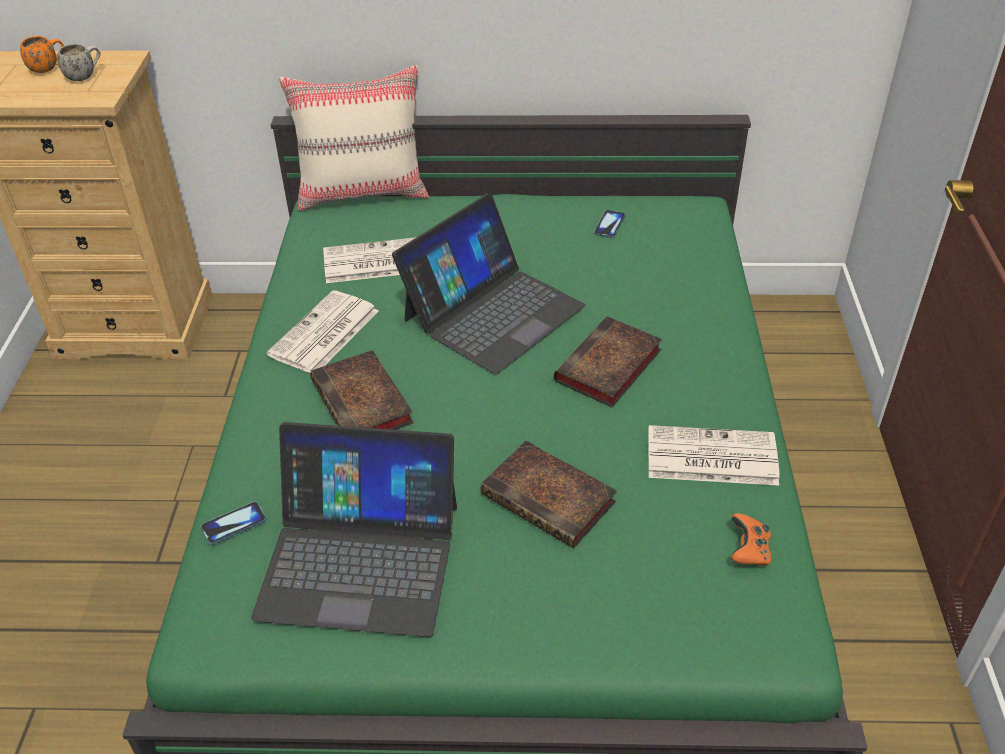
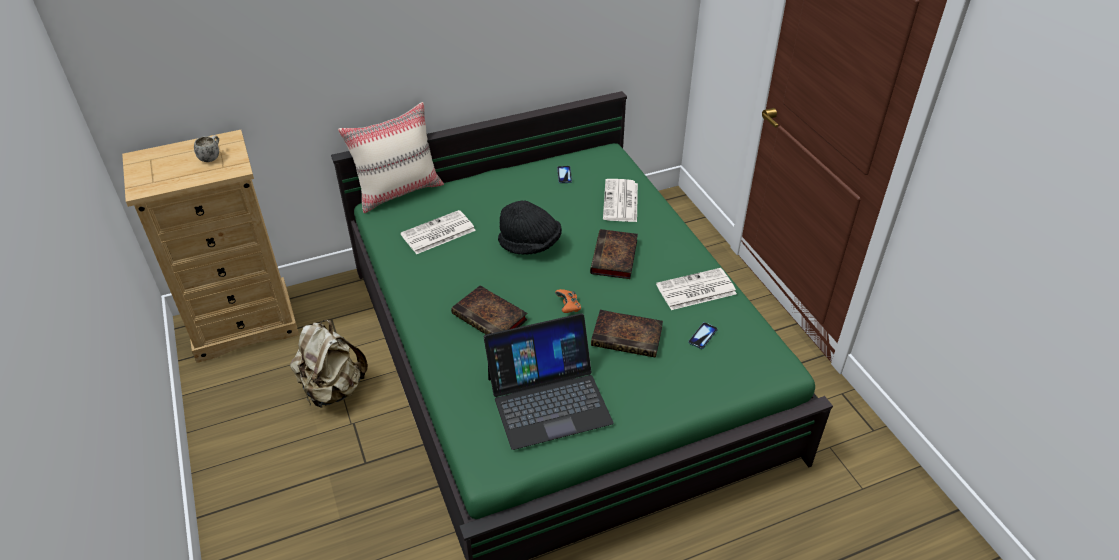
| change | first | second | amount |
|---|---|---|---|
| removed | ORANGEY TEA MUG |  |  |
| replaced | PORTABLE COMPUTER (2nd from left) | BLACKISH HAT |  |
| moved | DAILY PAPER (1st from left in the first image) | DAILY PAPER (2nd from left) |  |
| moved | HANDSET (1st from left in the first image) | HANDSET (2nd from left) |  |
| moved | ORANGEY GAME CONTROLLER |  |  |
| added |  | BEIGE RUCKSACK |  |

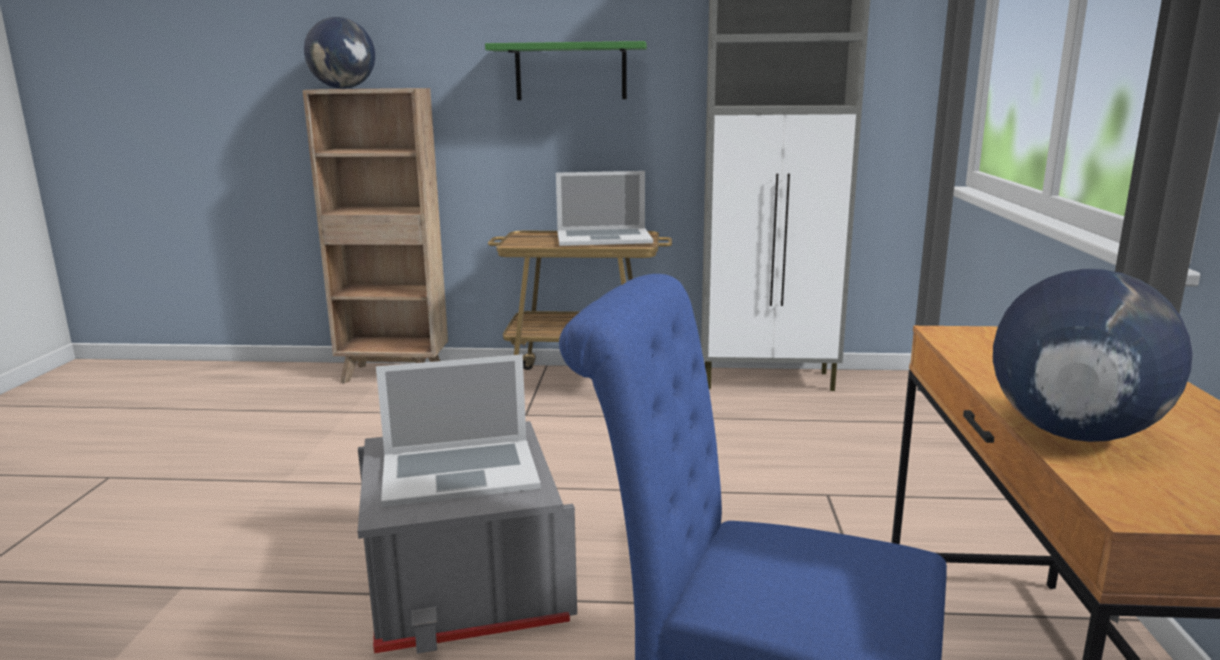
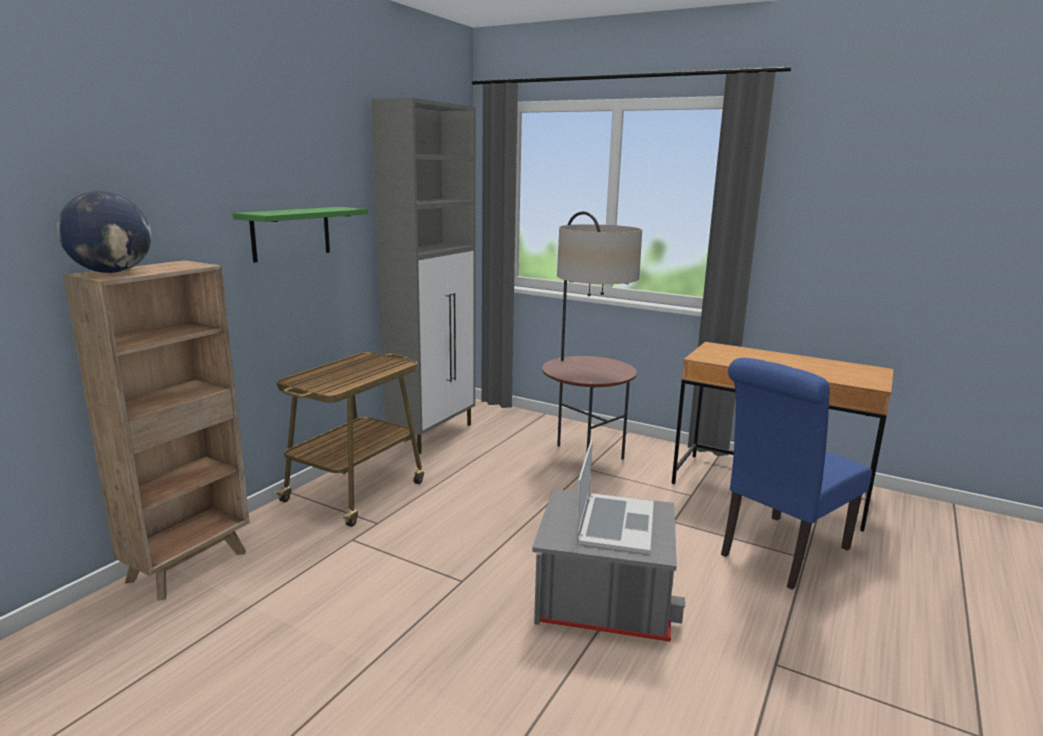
| change | first | second | amount |
|---|---|---|---|
| removed | PORTABLE COMPUTER (2nd from left) |  |  |
| removed | WORLD GLOBE (2nd from left) |  |  |
| added |  | STANDARD LAMP |  |

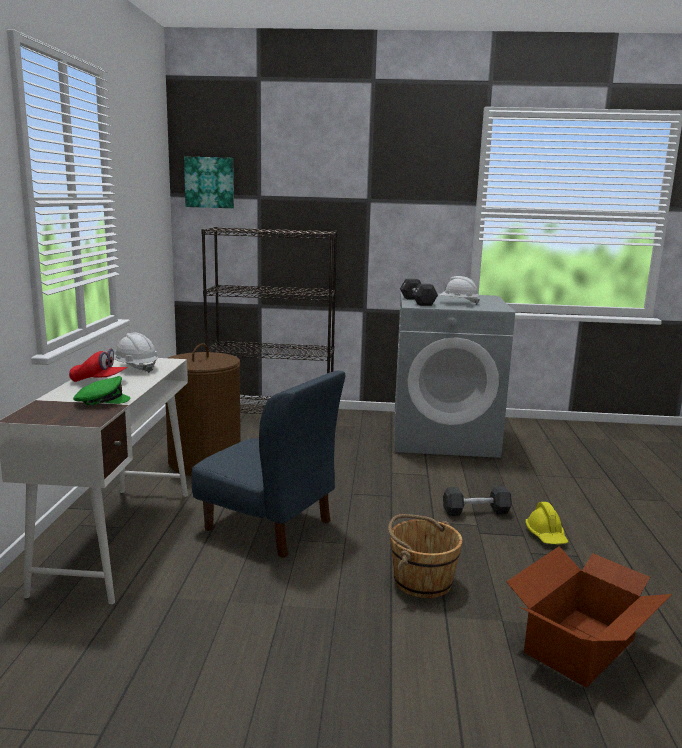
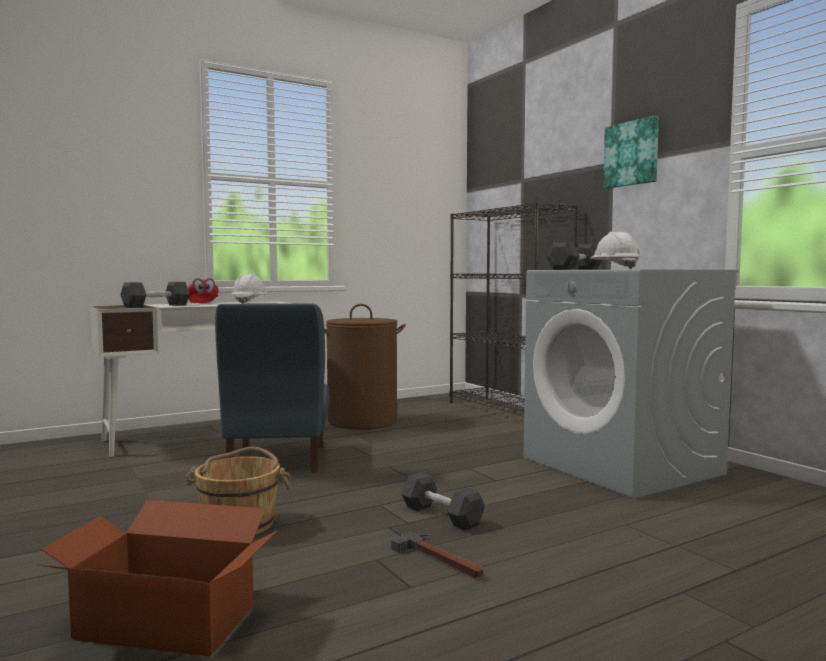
| change | first | second | amount |
|---|---|---|---|
| moved | WALL ART |  |  |
| replaced | GREEN-COLOURED PEAKED CAP | BLACKISH DUMBBELL (1st from left) |  |
| replaced | YELLOWISH SAFETY HELMET | TOOL HAMMER |  |

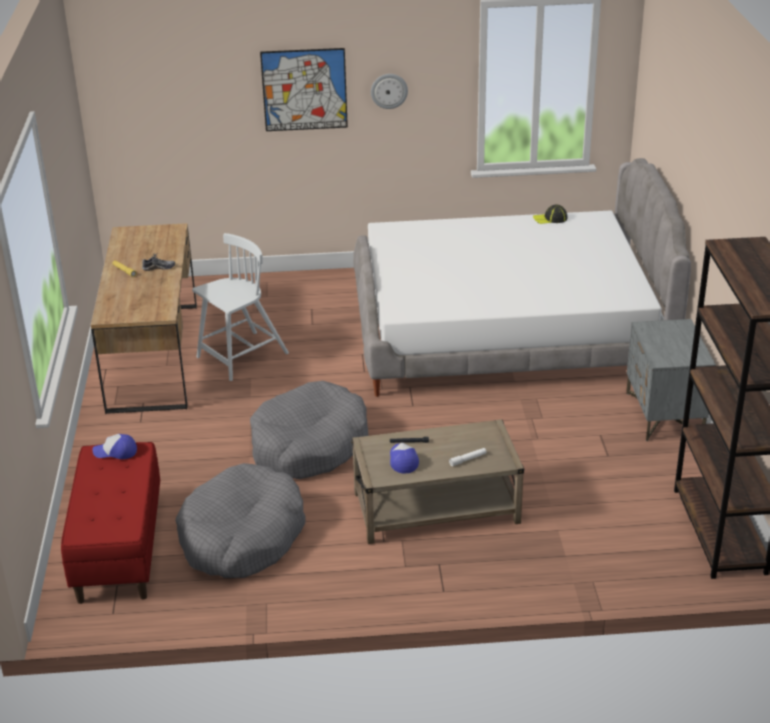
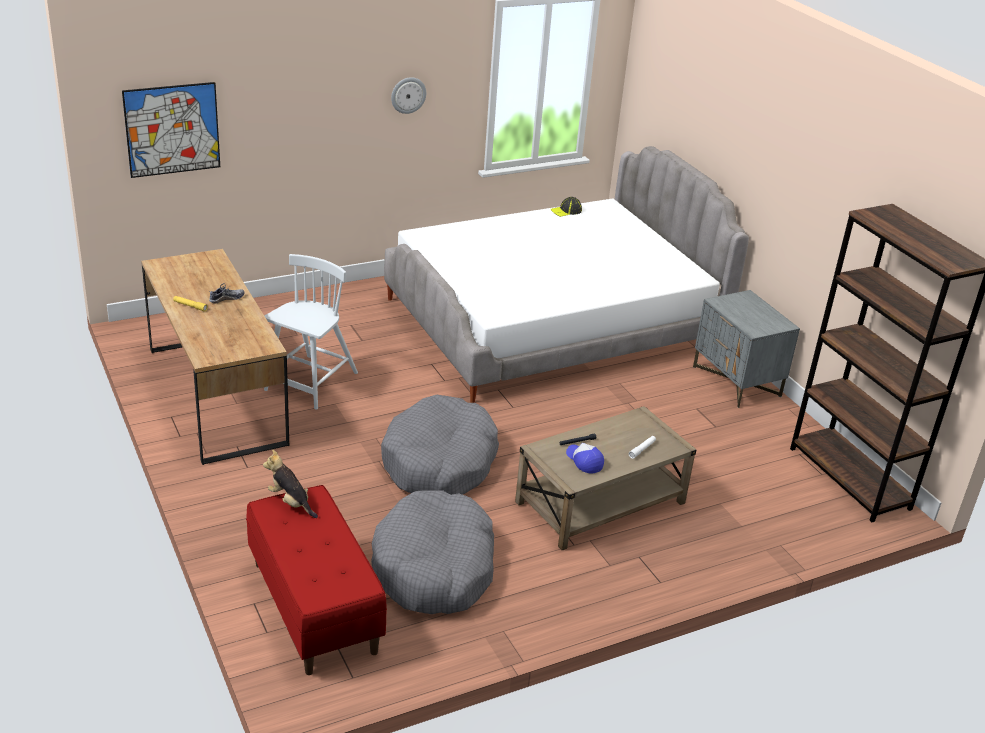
| change | first | second | amount |
|---|---|---|---|
| moved | WALL ART |  |  |
| replaced | PEAKED CAP (1st from left) | PLUSH TOY |  |

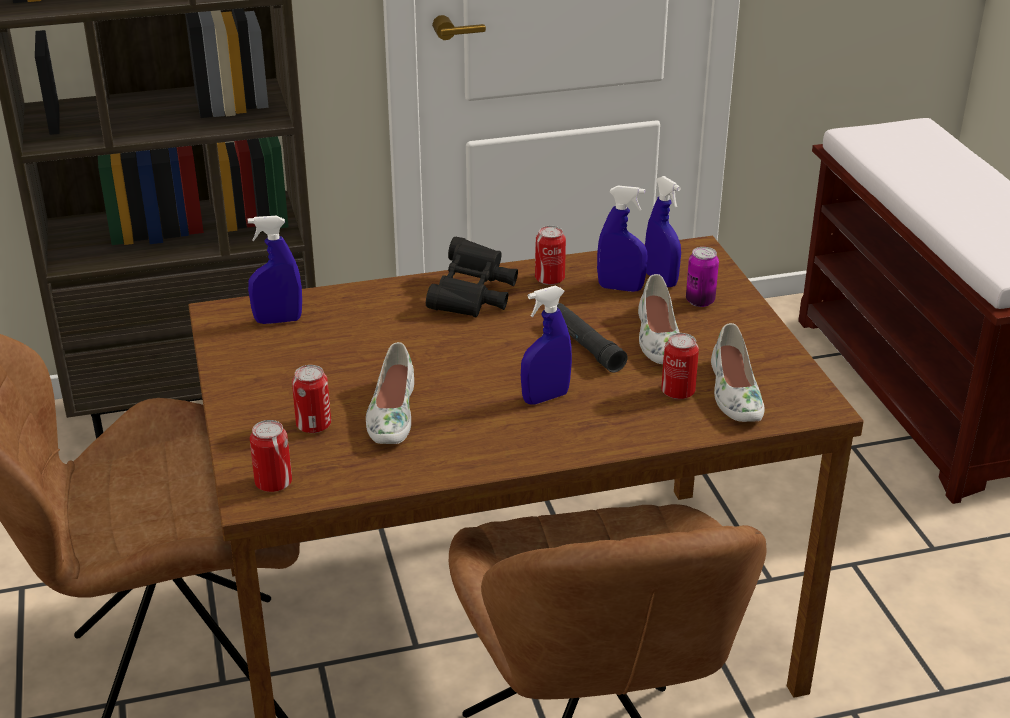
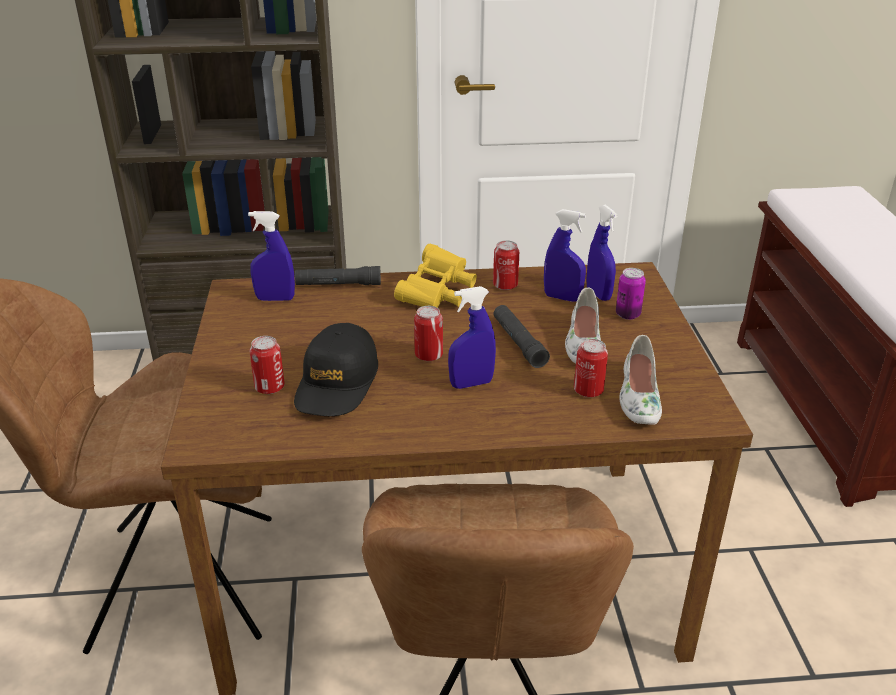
| change | first | second | amount |
|---|---|---|---|
| recoloured | BLACKISH BINOCULARS | YELLOWISH BINOCULARS |  |
| replaced | WHITE LOW SHOE (1st from left) | BLACKISH PEAKED CAP |  |
| moved | METAL CAN (1st from left in the first image) | METAL CAN (2nd from left) |  |
| added |  | BLACKISH HAND TORCH (1st from left) |  |

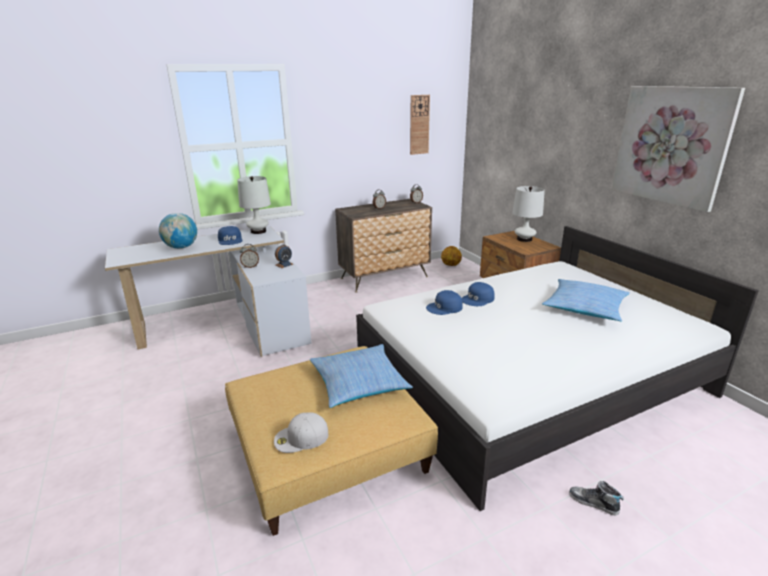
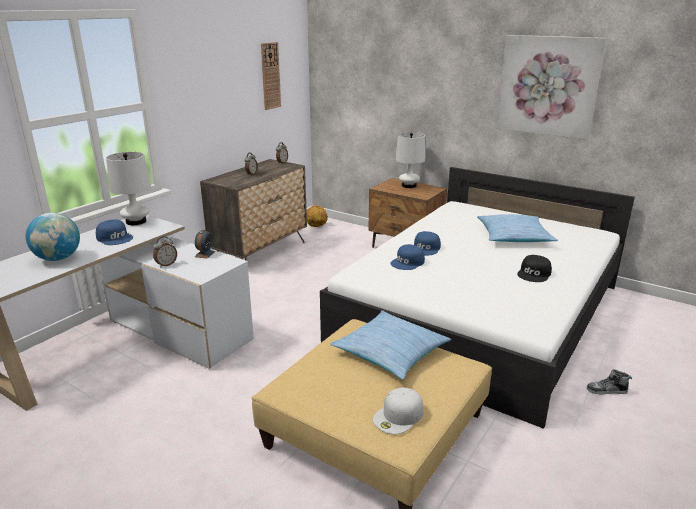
| change | first | second | amount |
|---|---|---|---|
| added |  | BLACKISH PEAKED CAP |  |

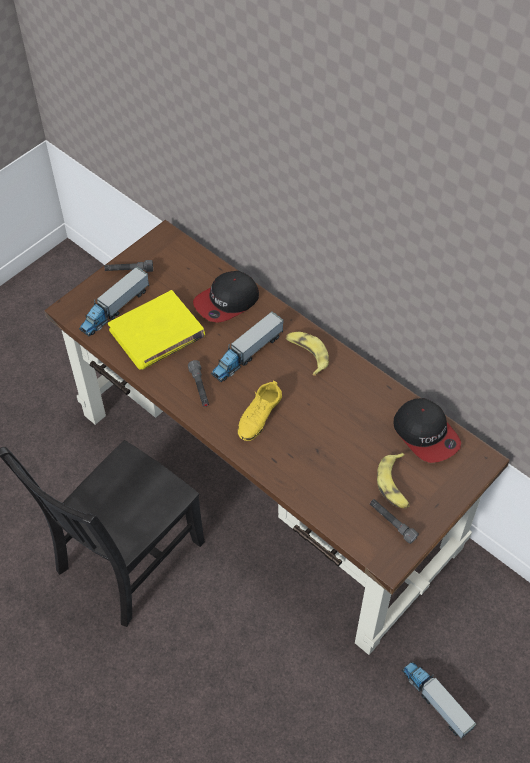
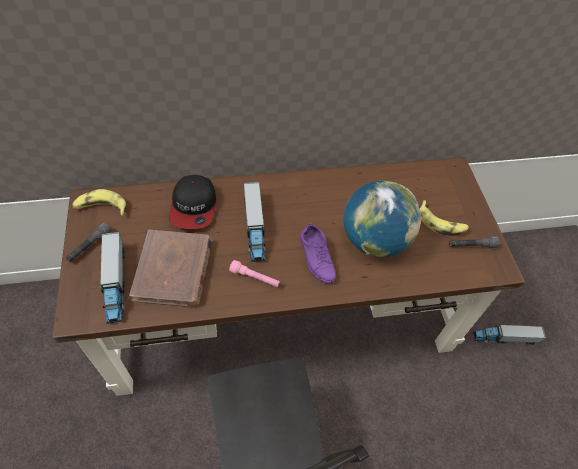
| change | first | second | amount |
|---|---|---|---|
| recoloured | YELLOWISH BOOK | BROWN-COLOURED BOOK |  |
| moved | WHOLE BANANA (1st from left) |  |  |
| recoloured | GREYISH HAND TORCH (2nd from left) | PINKISH HAND TORCH |  |
| recoloured | YELLOWISH LOW SHOE | PURPLE LOW SHOE |  |
| removed | PEAKED CAP (2nd from left) |  |  |
| added |  | WORLD GLOBE |  |

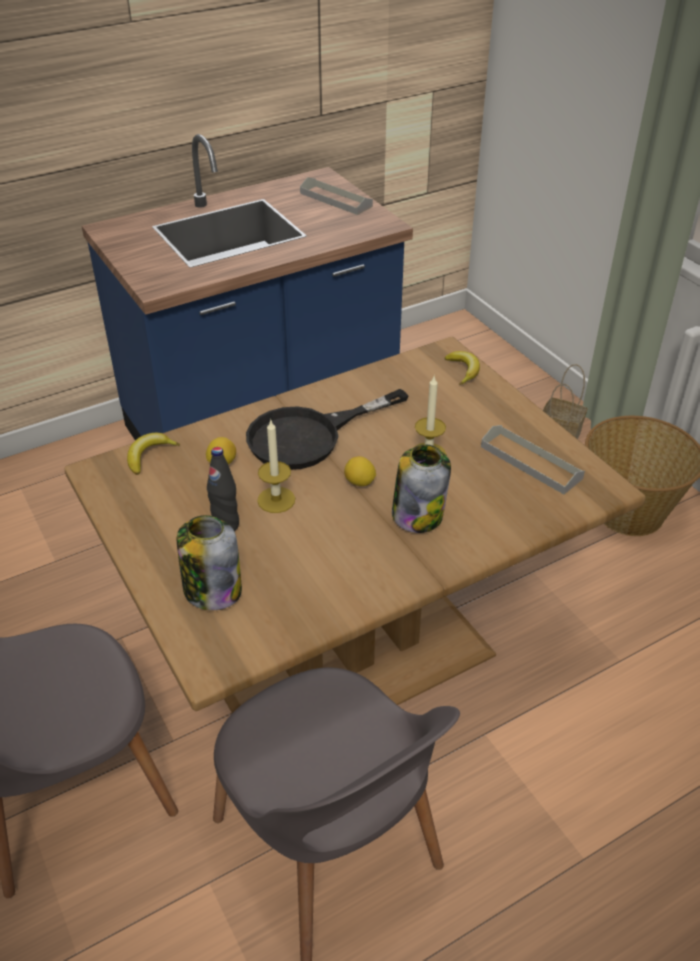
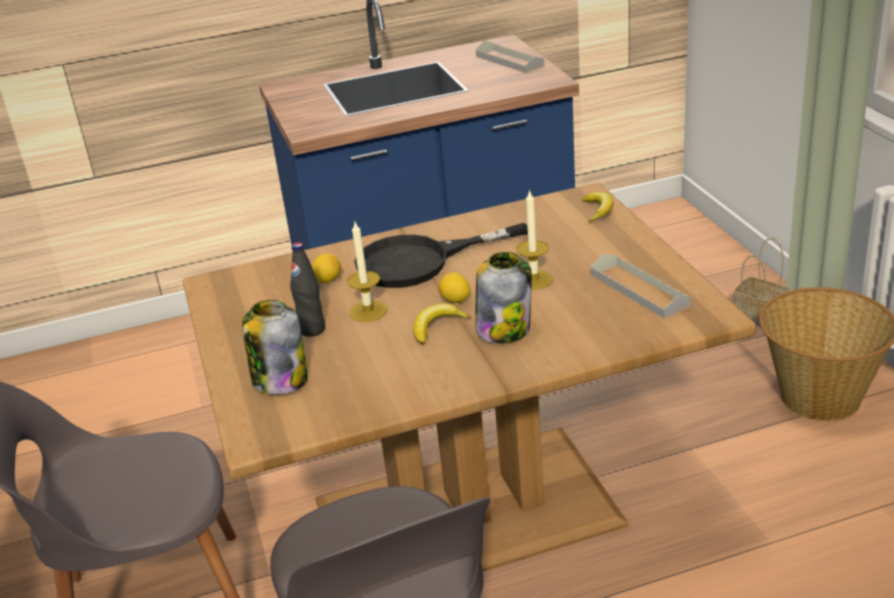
| change | first | second | amount |
|---|---|---|---|
| moved | WHOLE BANANA (1st from left) |  |  |

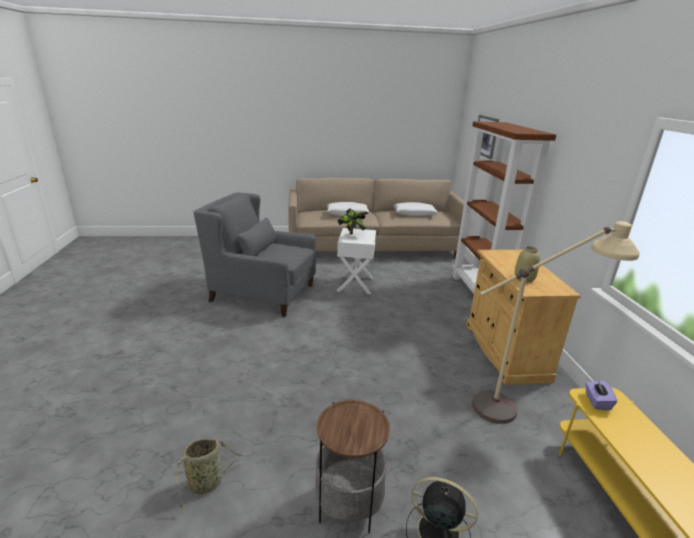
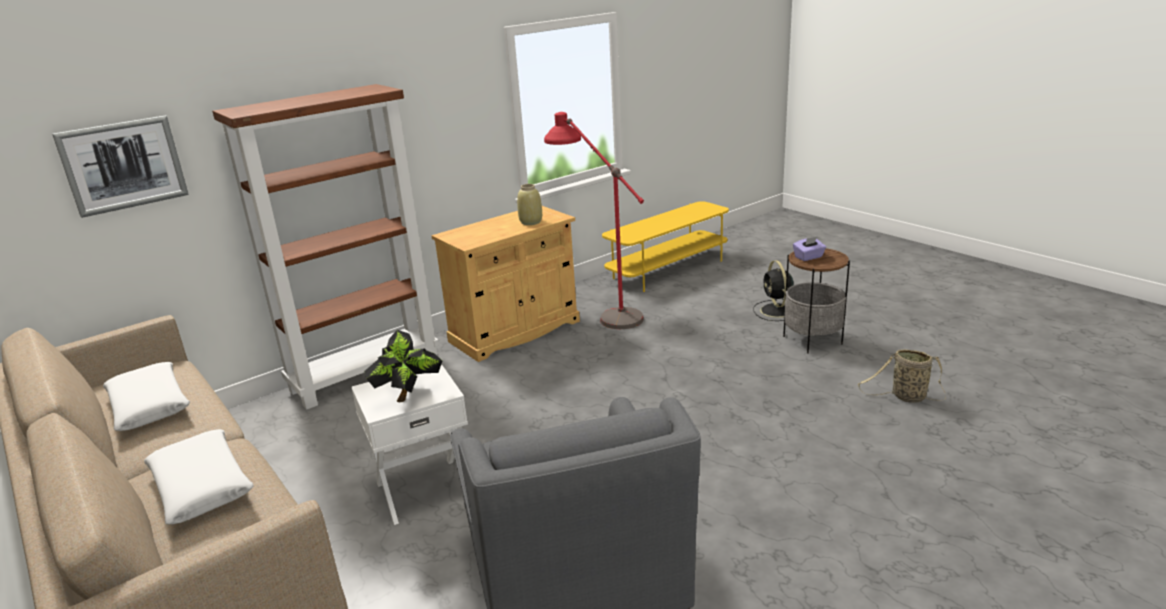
| change | first | second | amount |
|---|---|---|---|
| recoloured | BEIGE STANDARD LAMP | RED STANDARD LAMP |  |
| moved | PURPLE TISSUE BOX |  |  |

